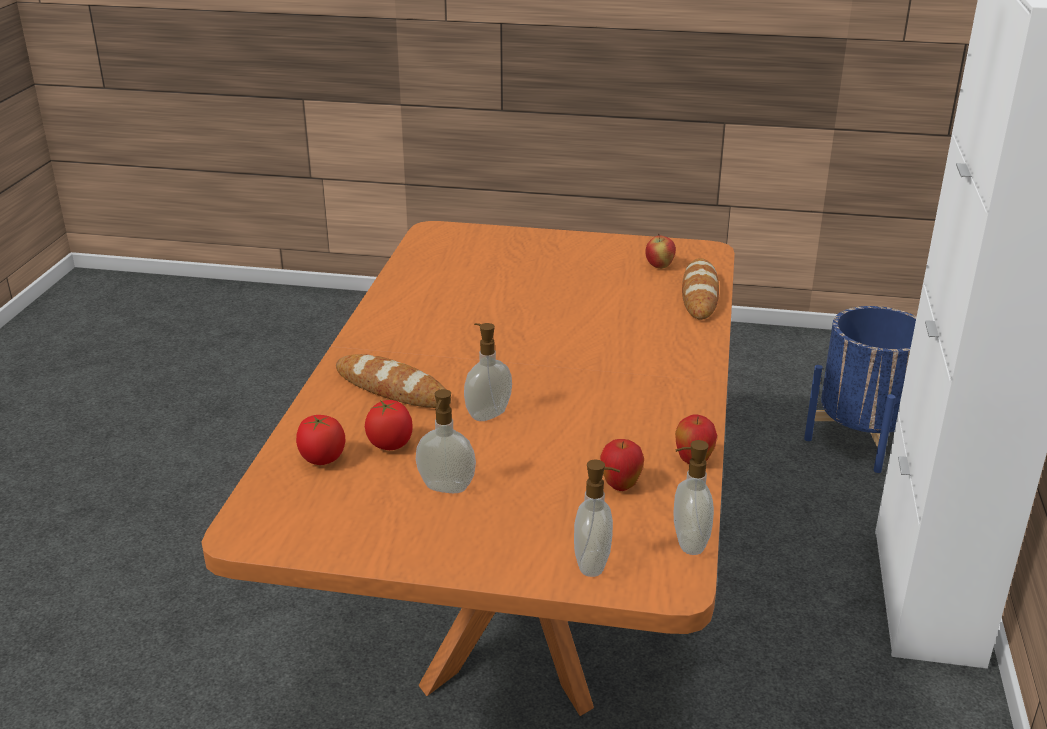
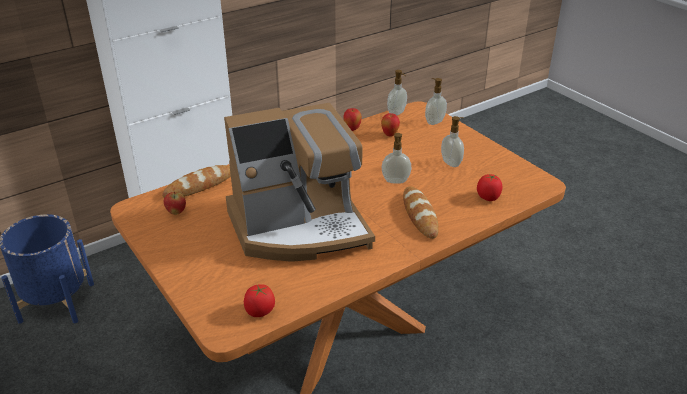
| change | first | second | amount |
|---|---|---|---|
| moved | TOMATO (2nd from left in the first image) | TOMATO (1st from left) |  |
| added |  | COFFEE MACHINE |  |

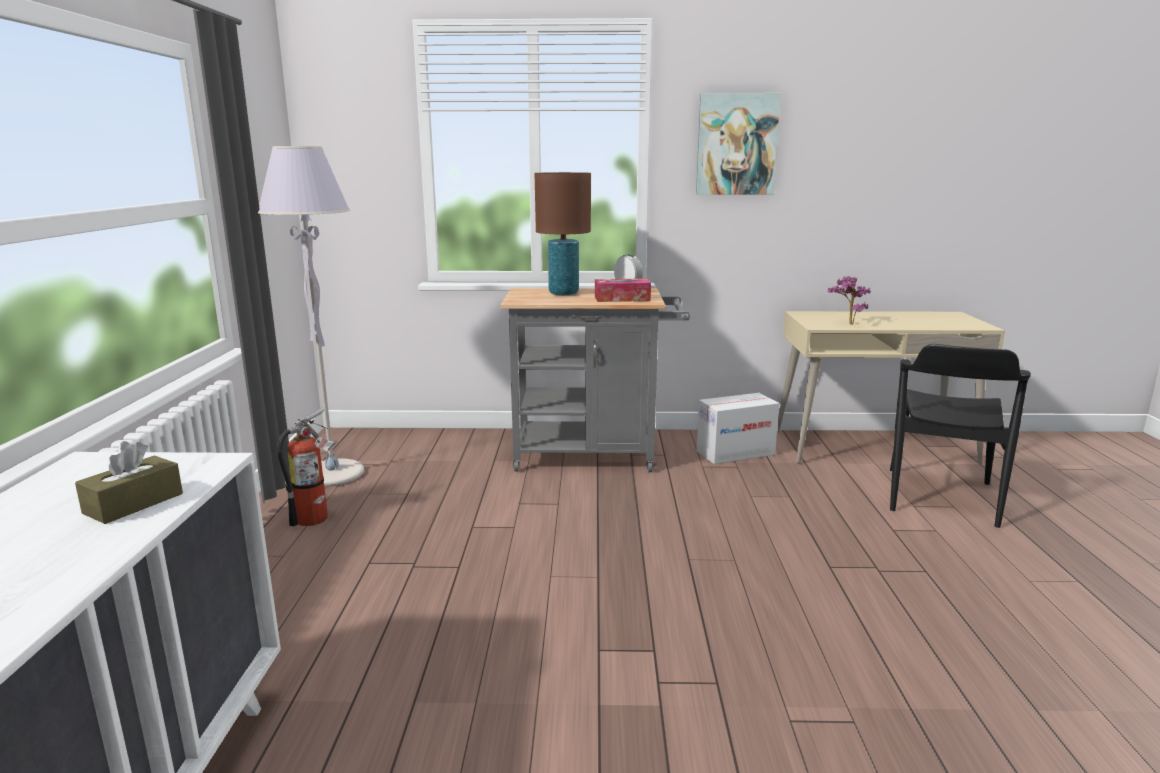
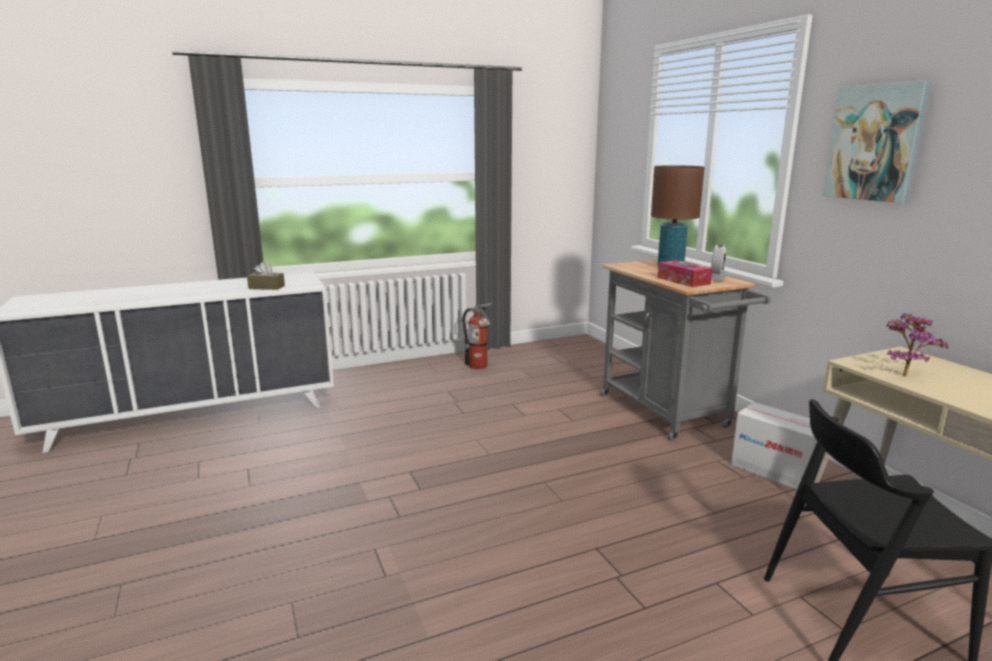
| change | first | second | amount |
|---|---|---|---|
| removed | GREYISH STANDARD LAMP |  |  |

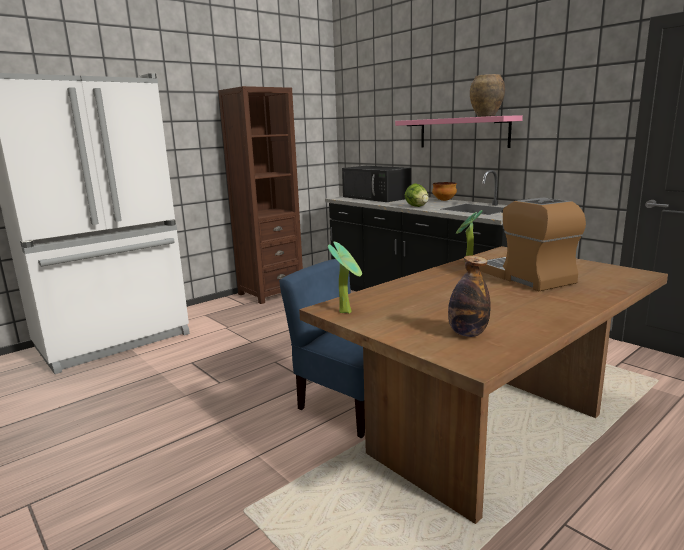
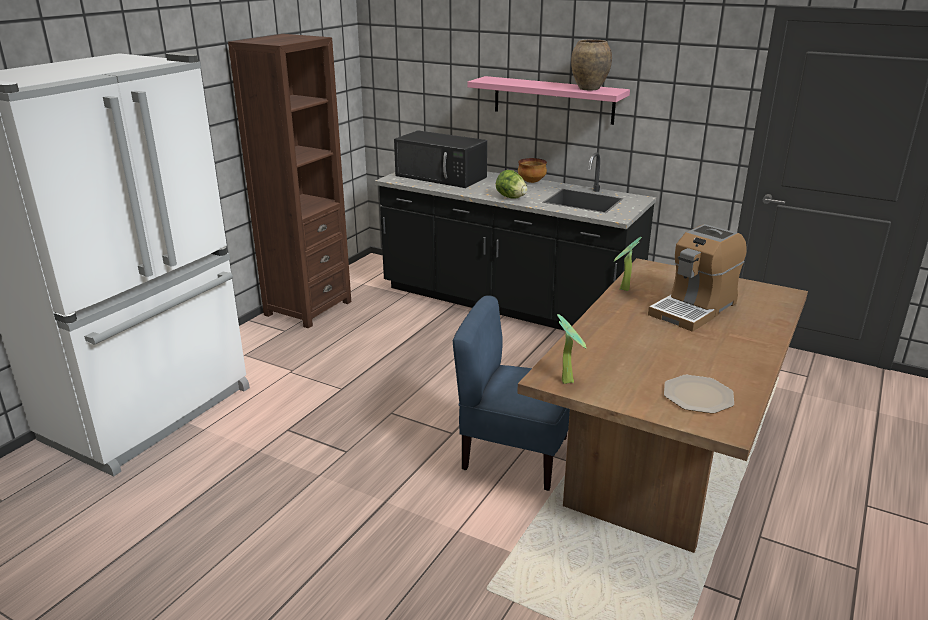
| change | first | second | amount |
|---|---|---|---|
| turned | COFFEE MACHINE |  | 90 degrees counterclockwise |
| replaced | DRINK BOTTLE | FLAT DISH |  |

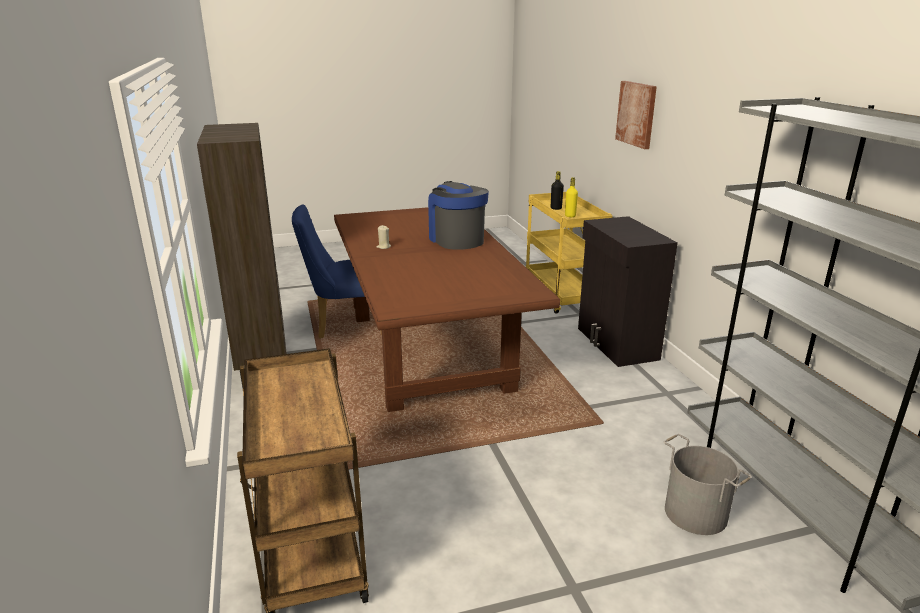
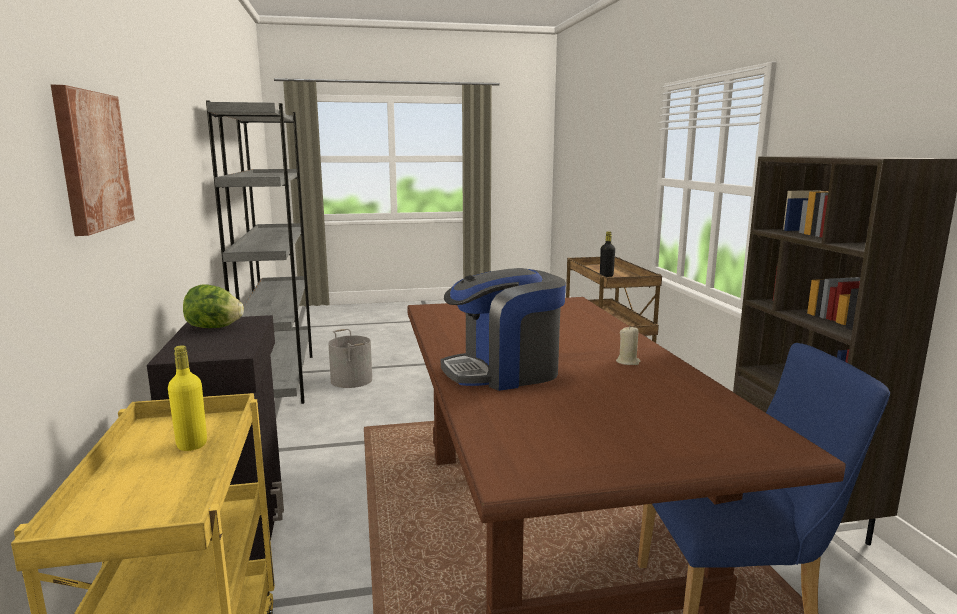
| change | first | second | amount |
|---|---|---|---|
| moved | BLACKISH DRINK BOTTLE |  |  |
| turned | COFFEE MACHINE |  | 90 degrees clockwise |
| added |  | LETTUCE |  |

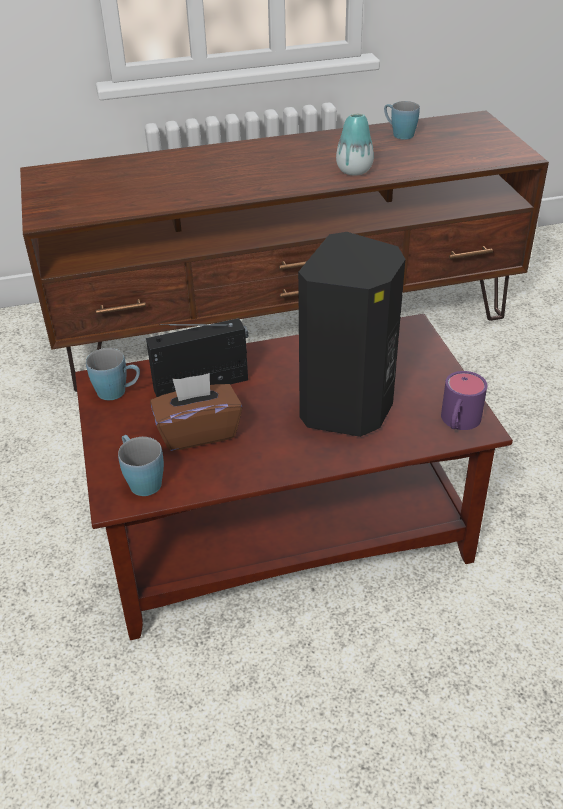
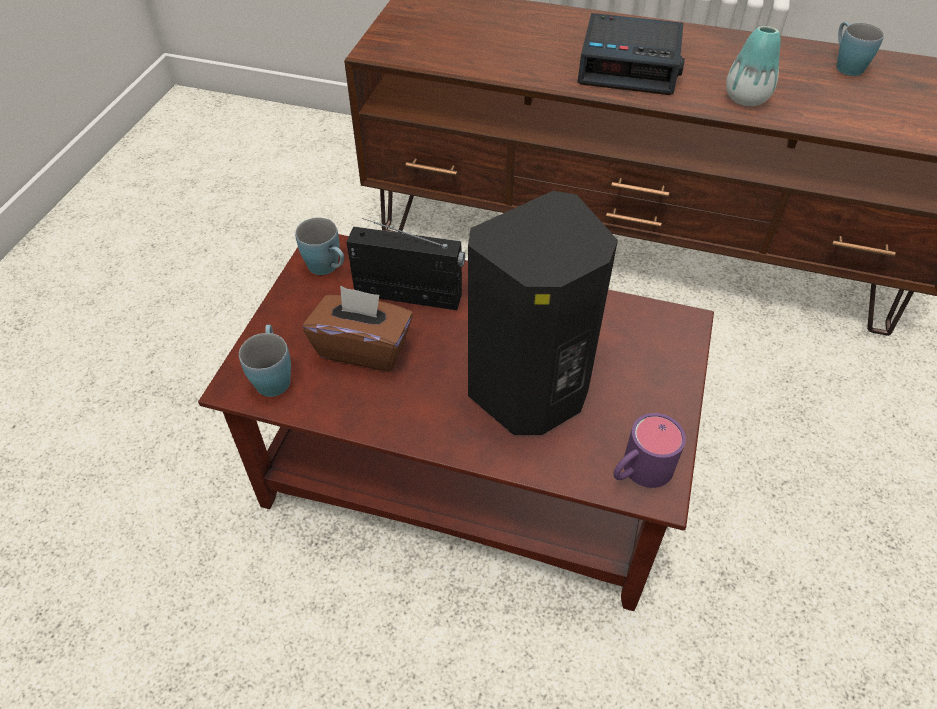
| change | first | second | amount |
|---|---|---|---|
| added |  | ALARM CLOCK |  |

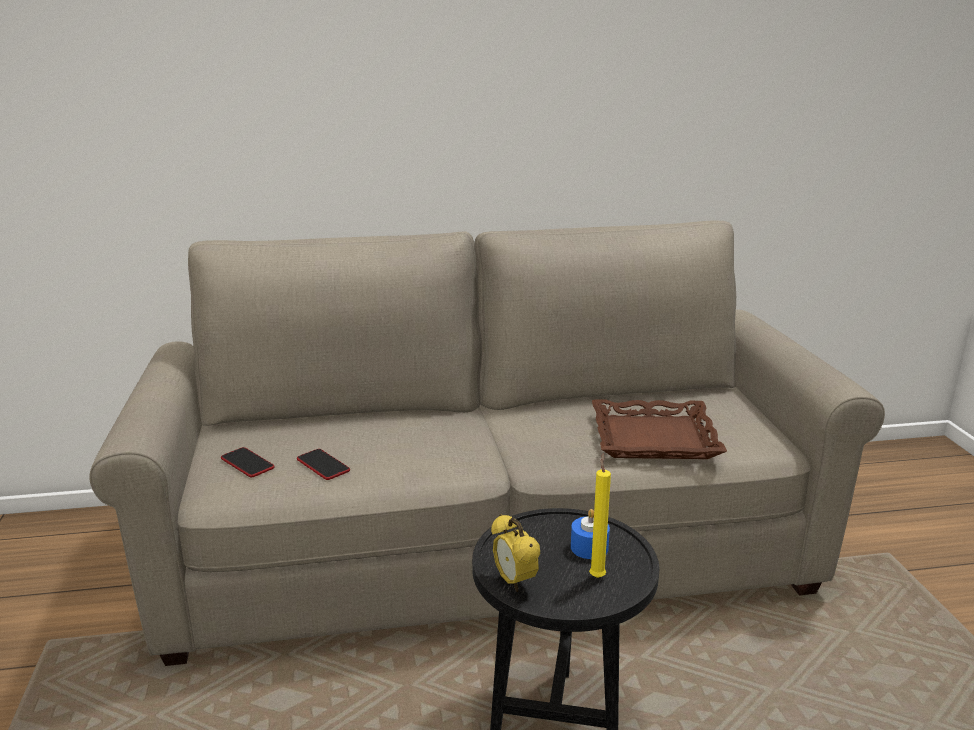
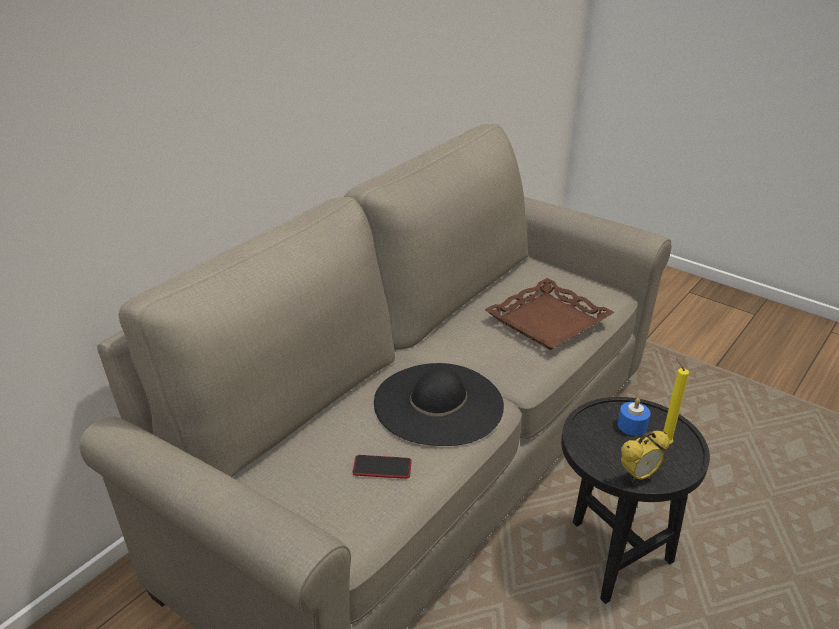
| change | first | second | amount |
|---|---|---|---|
| removed | HANDSET (1st from left) |  |  |
| turned | ALARM CLOCK |  | 45 degrees counterclockwise |
| added |  | BLACKISH HAT |  |

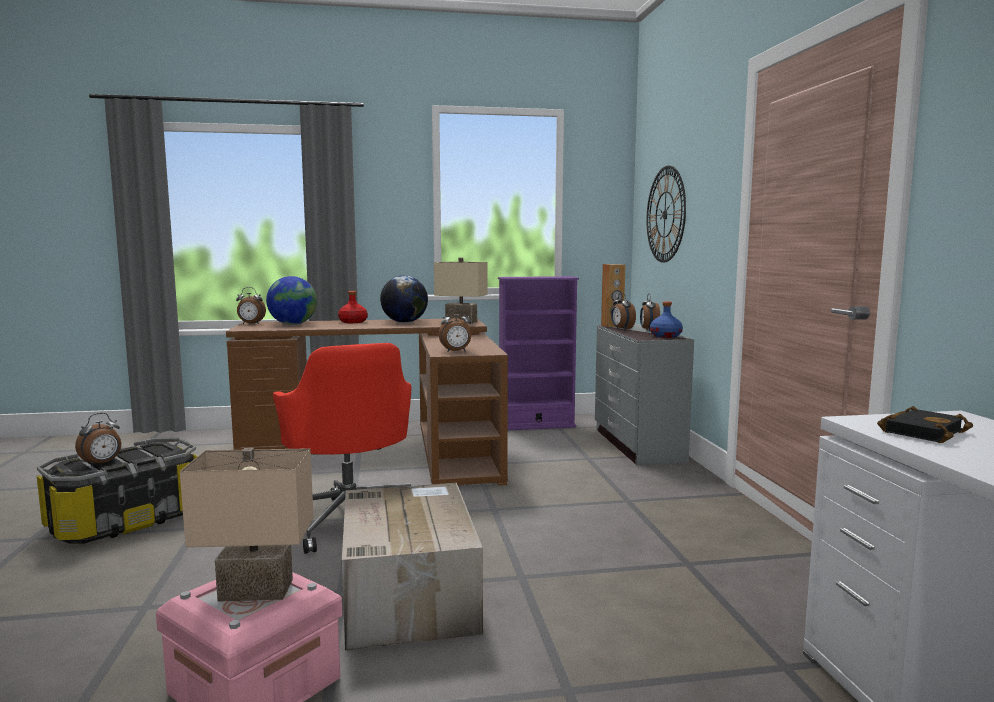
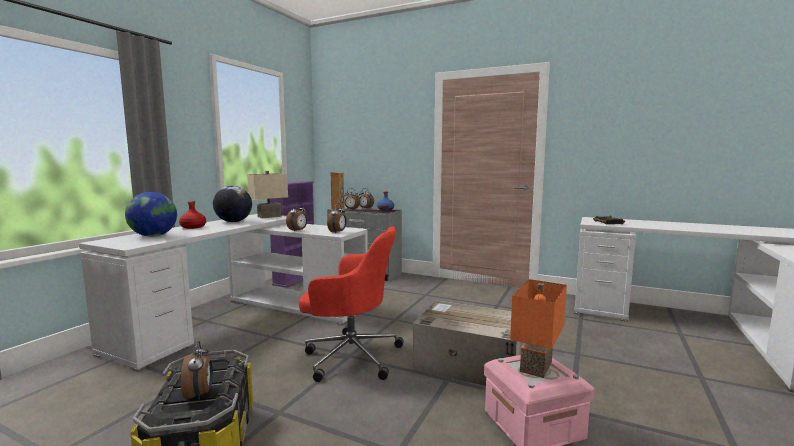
| change | first | second | amount |
|---|---|---|---|
| removed | WALL CLOCK |  |  |
| moved | ALARM CLOCK (2nd from left) |  |  |
| recoloured | BROWN-COLOURED DESK UNIT | WHITE DESK UNIT (1st from left) |  |
| recoloured | BEIGE LAMP FOR A TABLE (1st from left) | ORANGEY LAMP FOR A TABLE |  |

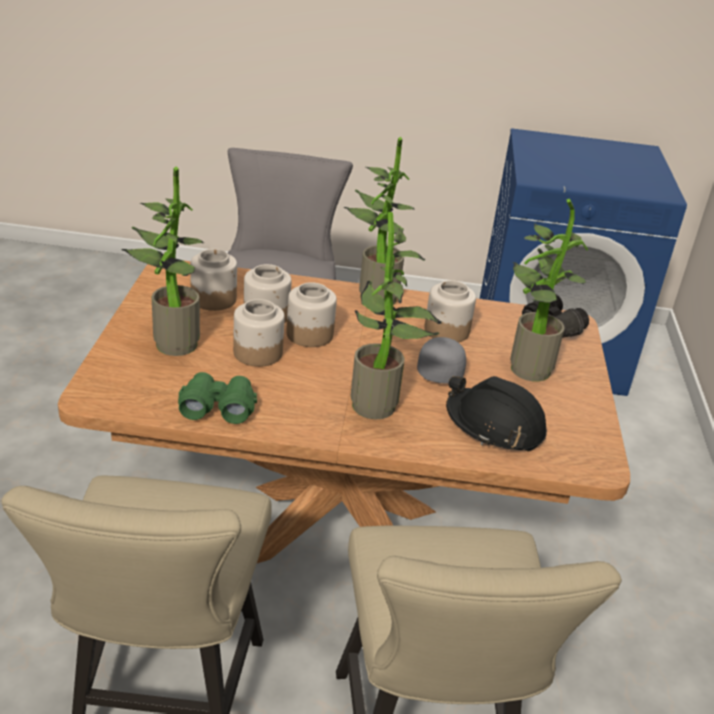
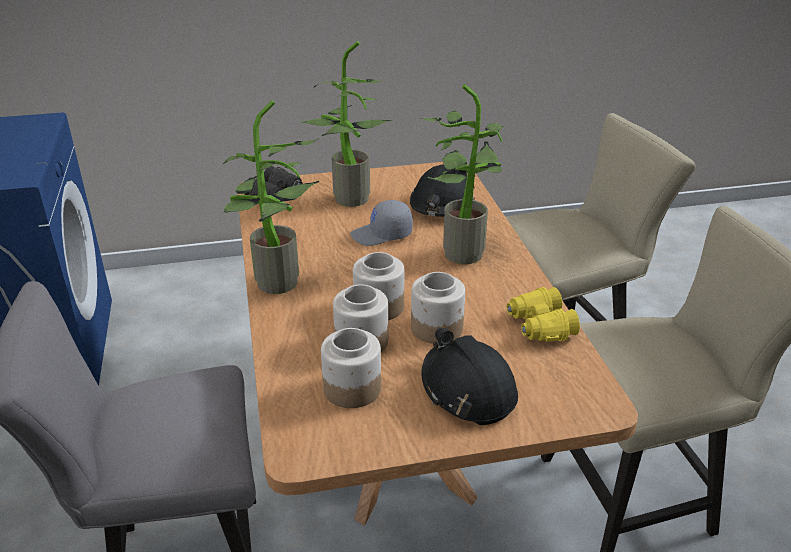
| change | first | second | amount |
|---|---|---|---|
| replaced | HOUSEPLANT (1st from left) | BLACKISH SAFETY HELMET (2nd from left) |  |
| removed | STORAGE JAR (5th from left) |  |  |
| recoloured | GREEN-COLOURED BINOCULARS | YELLOWISH BINOCULARS |  |

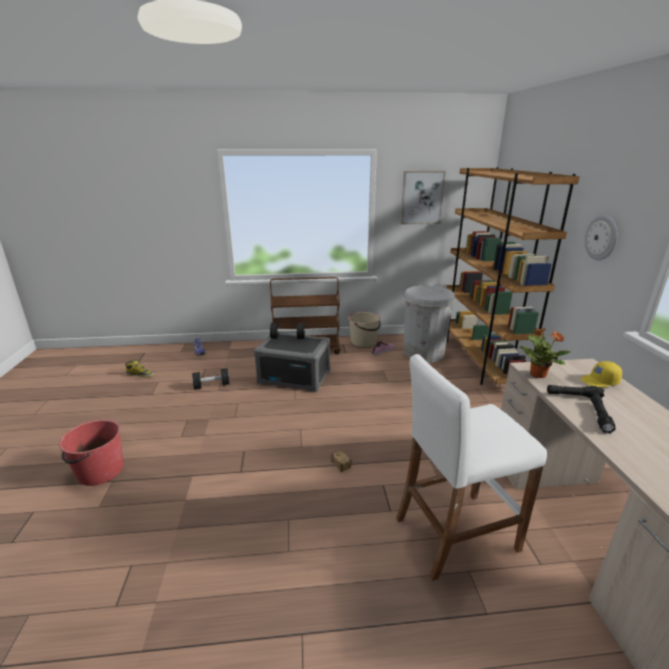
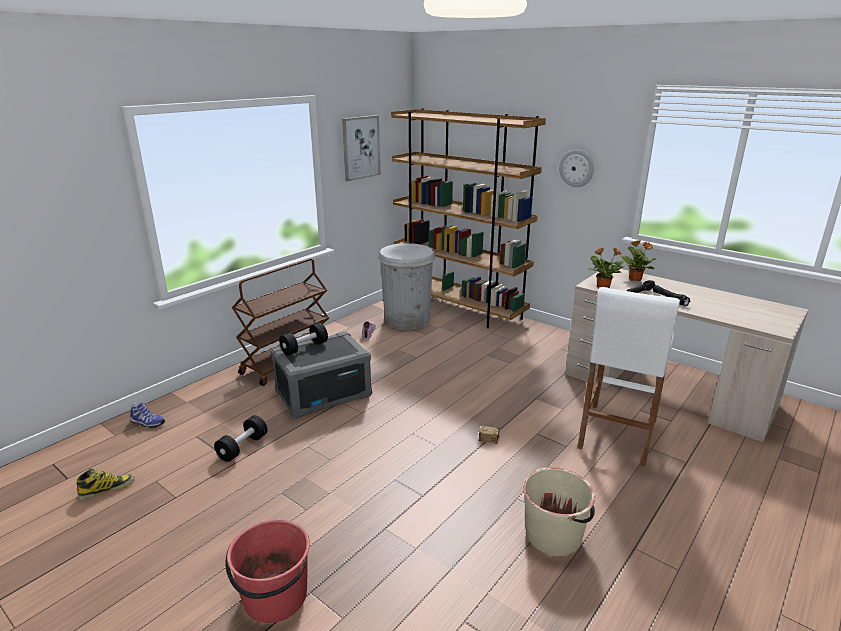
| change | first | second | amount |
|---|---|---|---|
| moved | BEIGE WATER BUCKET |  |  |
| replaced | YELLOWISH PEAKED CAP | HOUSEPLANT (2nd from left) |  |

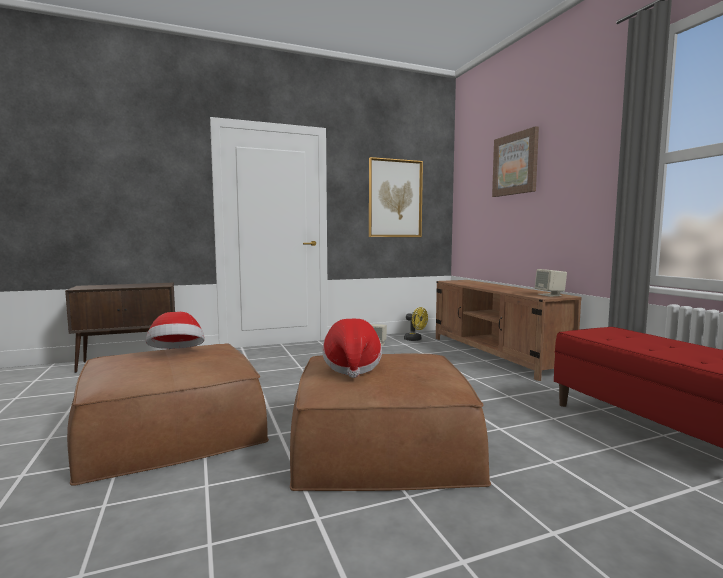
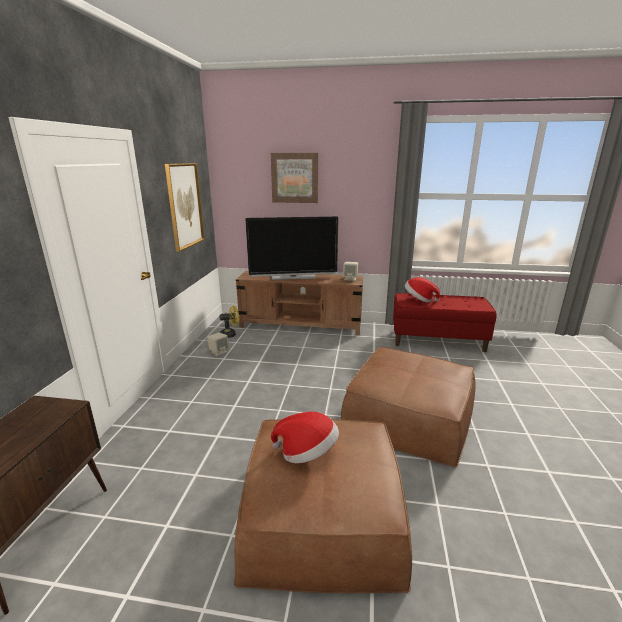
| change | first | second | amount |
|---|---|---|---|
| moved | HAT (2nd from left) |  |  |
| added |  | TV |  |

